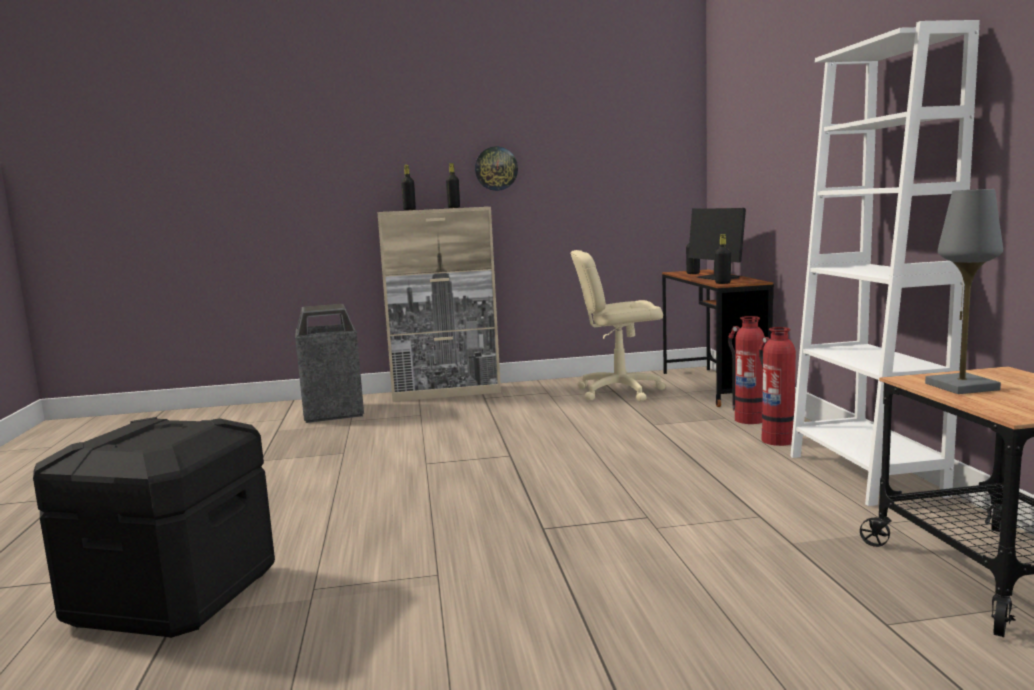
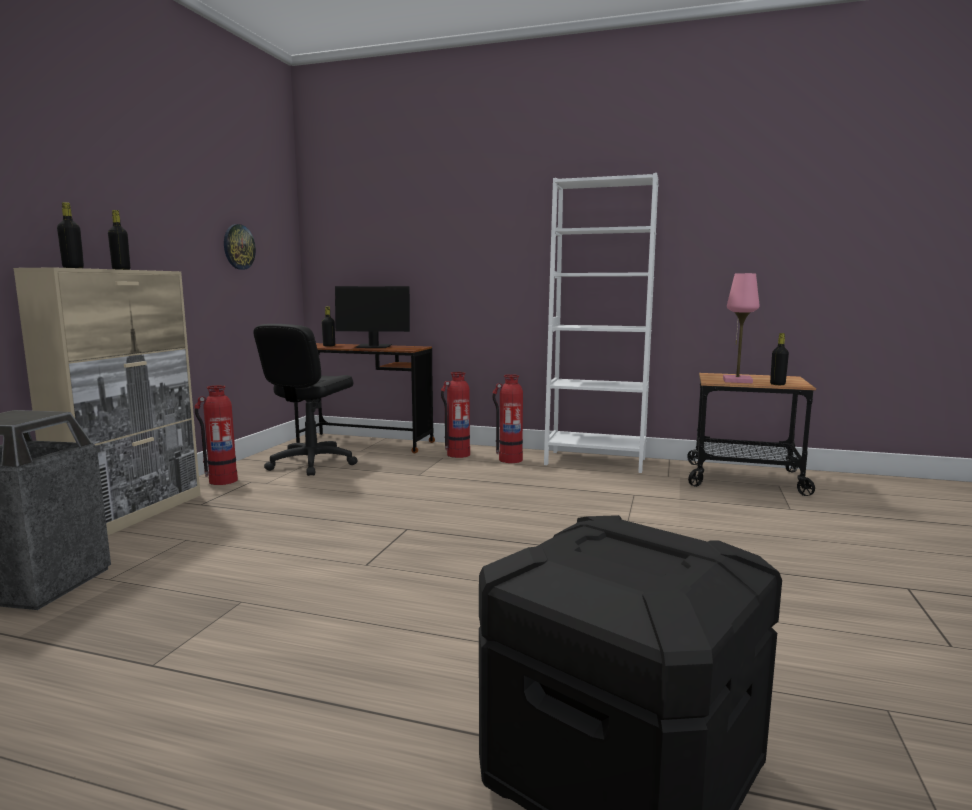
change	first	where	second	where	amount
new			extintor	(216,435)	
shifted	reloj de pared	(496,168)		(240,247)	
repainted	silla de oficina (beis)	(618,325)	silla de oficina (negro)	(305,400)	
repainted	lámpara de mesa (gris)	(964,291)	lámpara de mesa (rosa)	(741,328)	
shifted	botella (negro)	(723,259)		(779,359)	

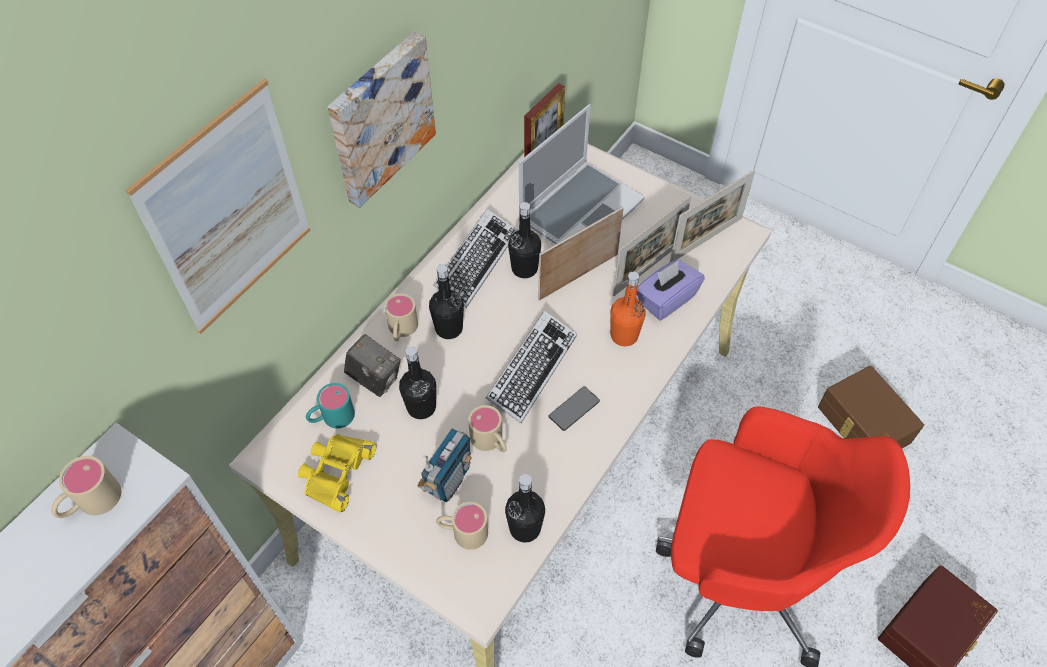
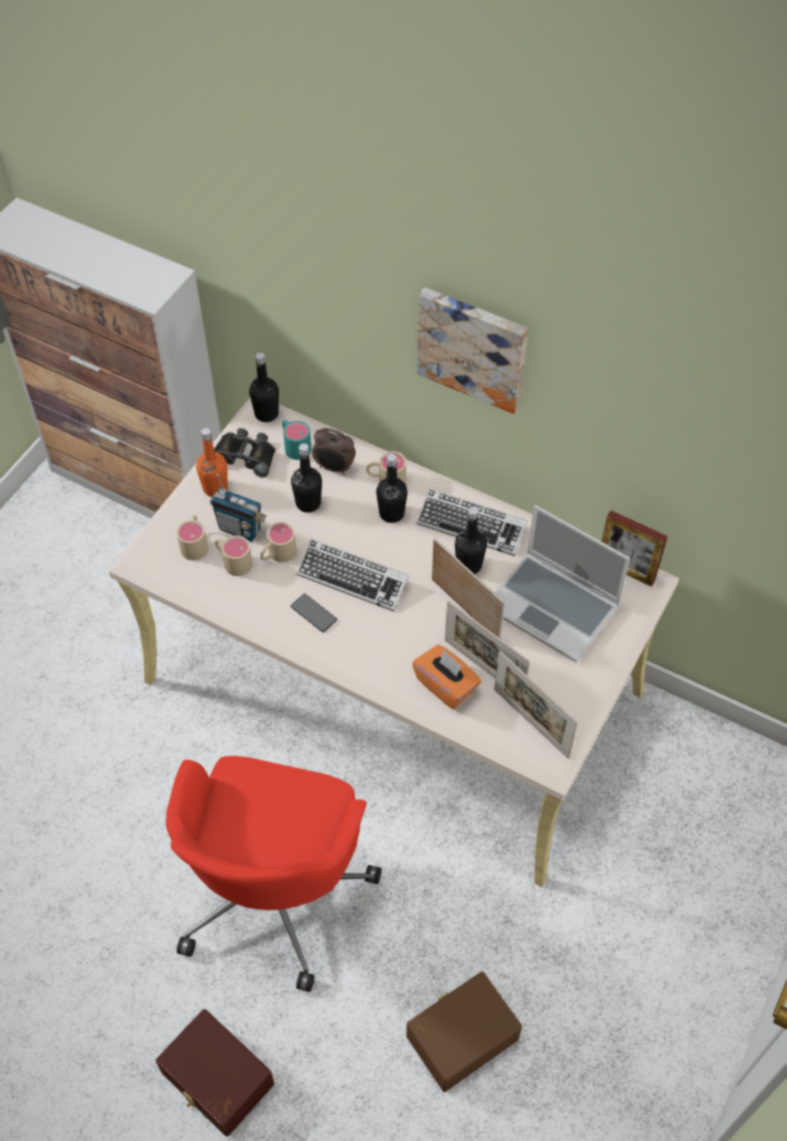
change	first	where	second	where	amount
shifted	botella (naranja)	(627,309)		(212,462)	
repainted	prismáticos (amarillo)	(337,473)	prismáticos (negro)	(245,453)	
shifted	taza grande (beis)	(86,487)		(233,556)	
shifted	botella (negro)	(525,508)		(264,387)	
swapped	cámara	(372,365)	despertador	(334,451)	
repainted	caja de pañuelos (morado)	(671,290)	caja de pañuelos (naranja)	(446,677)	
gone	cuadro	(218,206)			

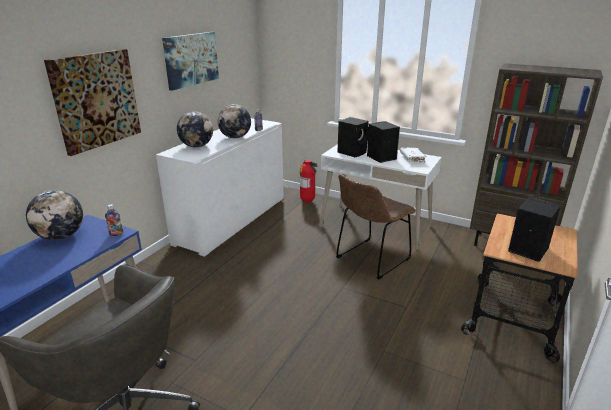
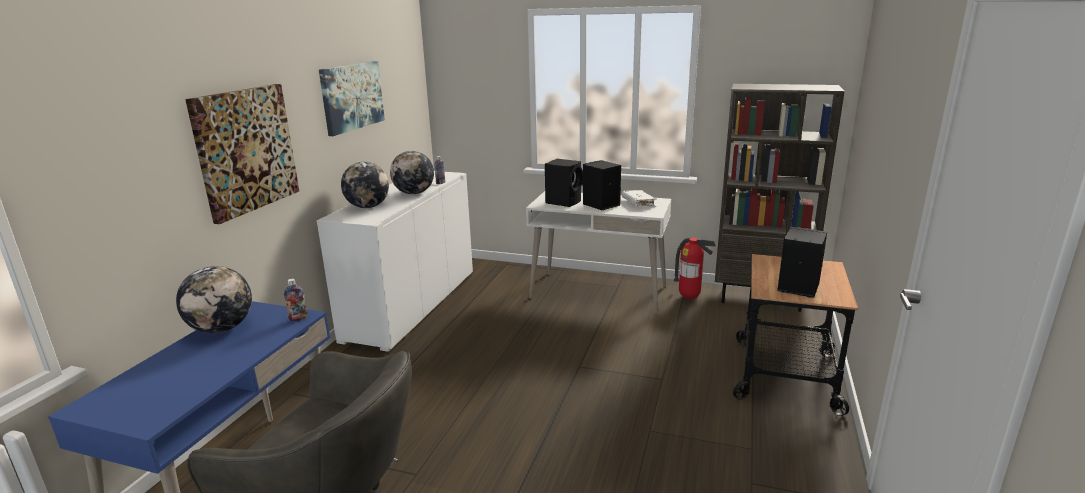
change	first	where	second	where	amount
shifted	extintor	(309,181)		(695,268)	
gone	silla (marrón)	(376,227)			

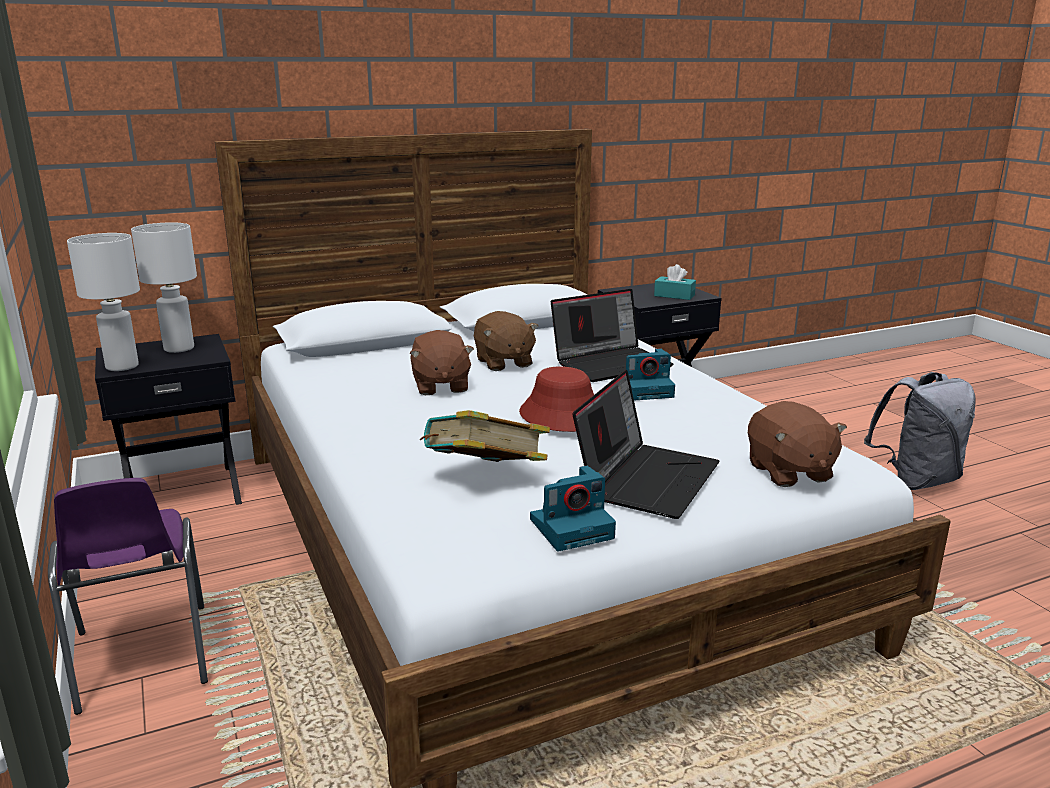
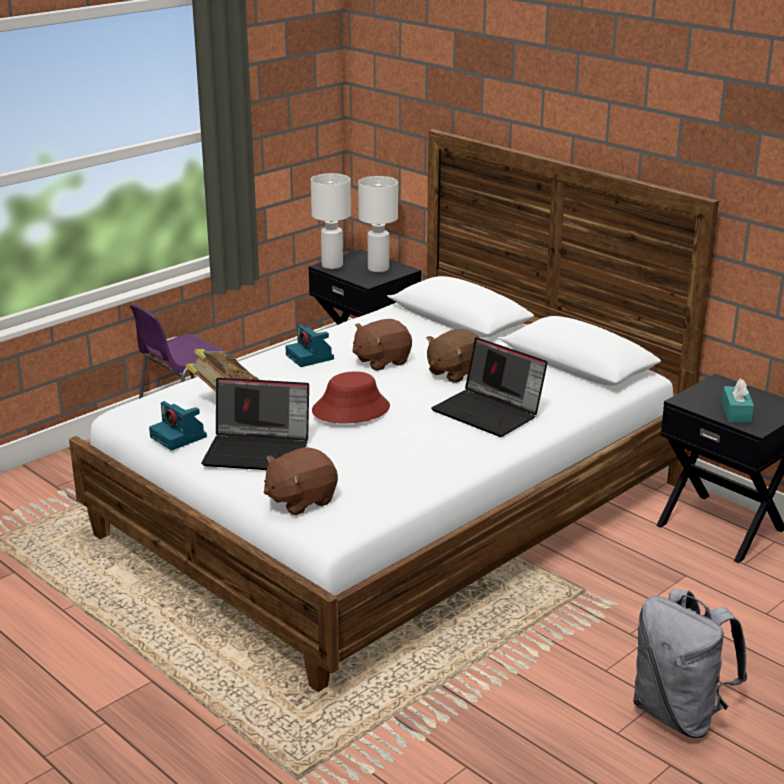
change	first	where	second	where	amount
shifted	cámara	(650,374)		(309,345)	

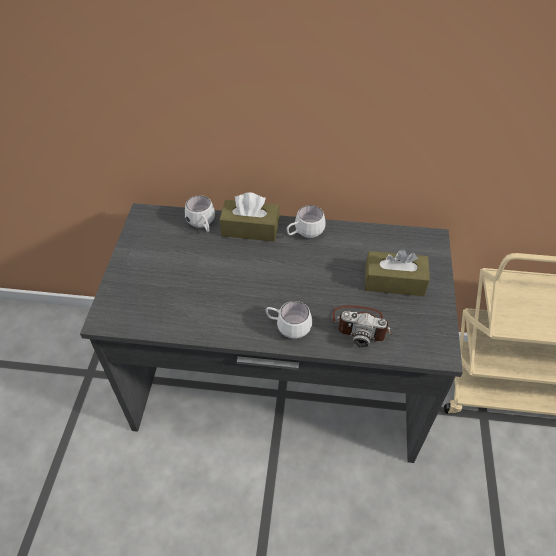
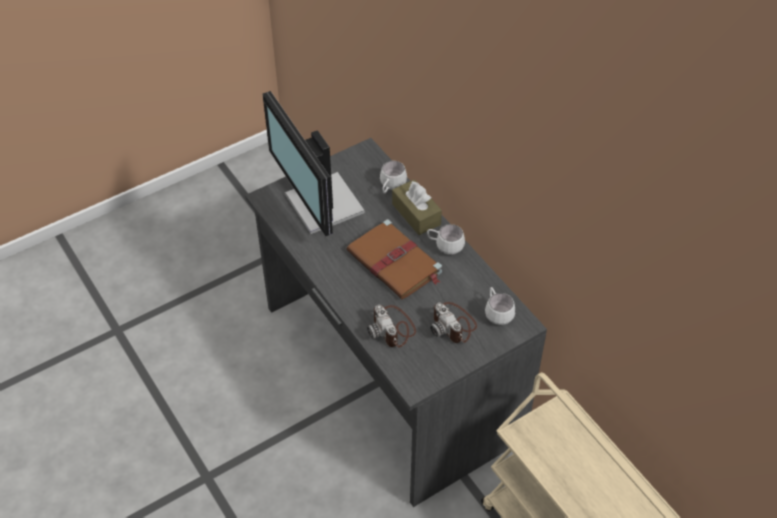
change	first	where	second	where	amount
new			monitor	(314,163)	
new			libro (marrón)	(394,259)	
swapped	caja de pañuelos (marrón)	(397,273)	cámara	(453,322)	
shifted	taza grande (blanco)	(289,319)		(500,306)	

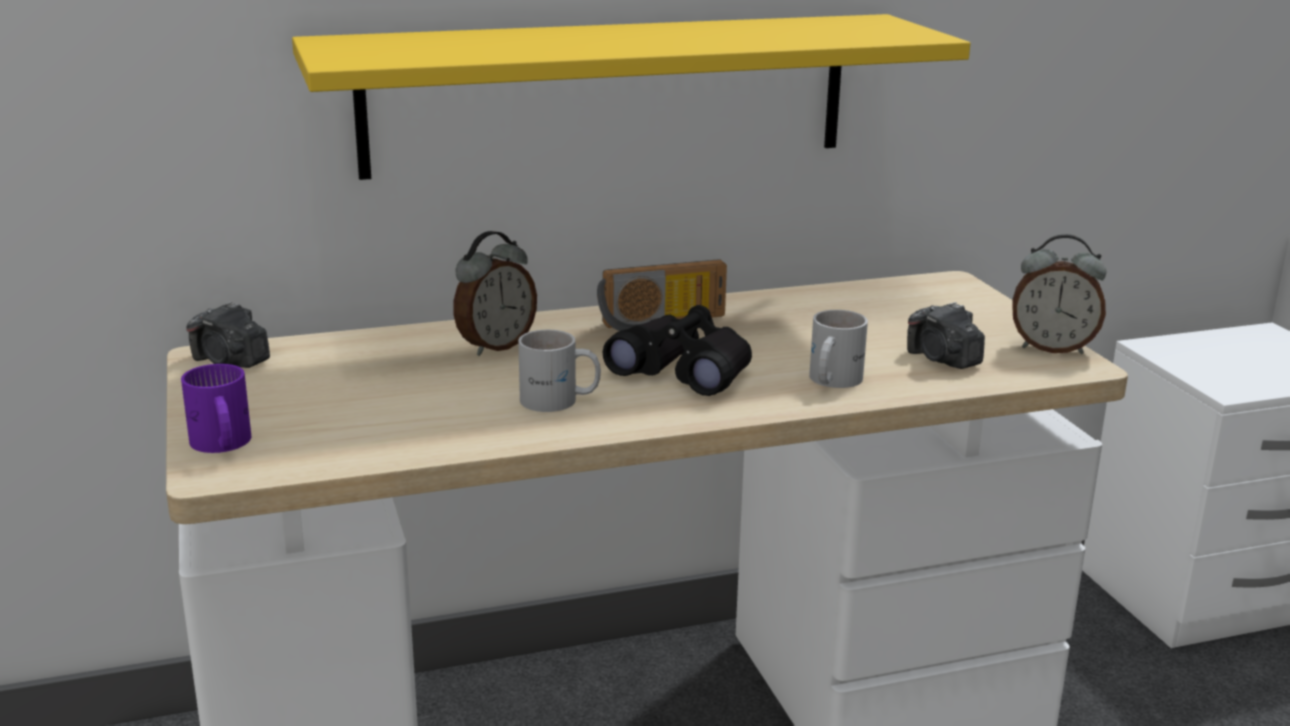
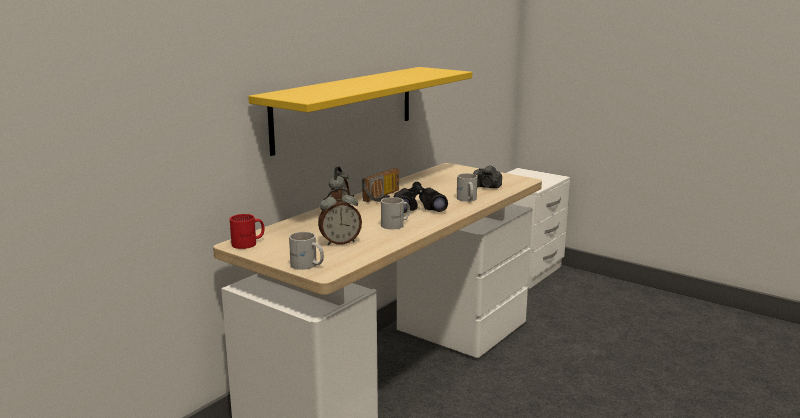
change	first	where	second	where	amount
swapped	cámara	(228,335)	taza grande (rojo)	(247,231)	
repainted	taza grande (morado)	(216,408)	taza grande (blanco)	(306,251)	
shifted	despertador	(1059,294)		(340,216)	

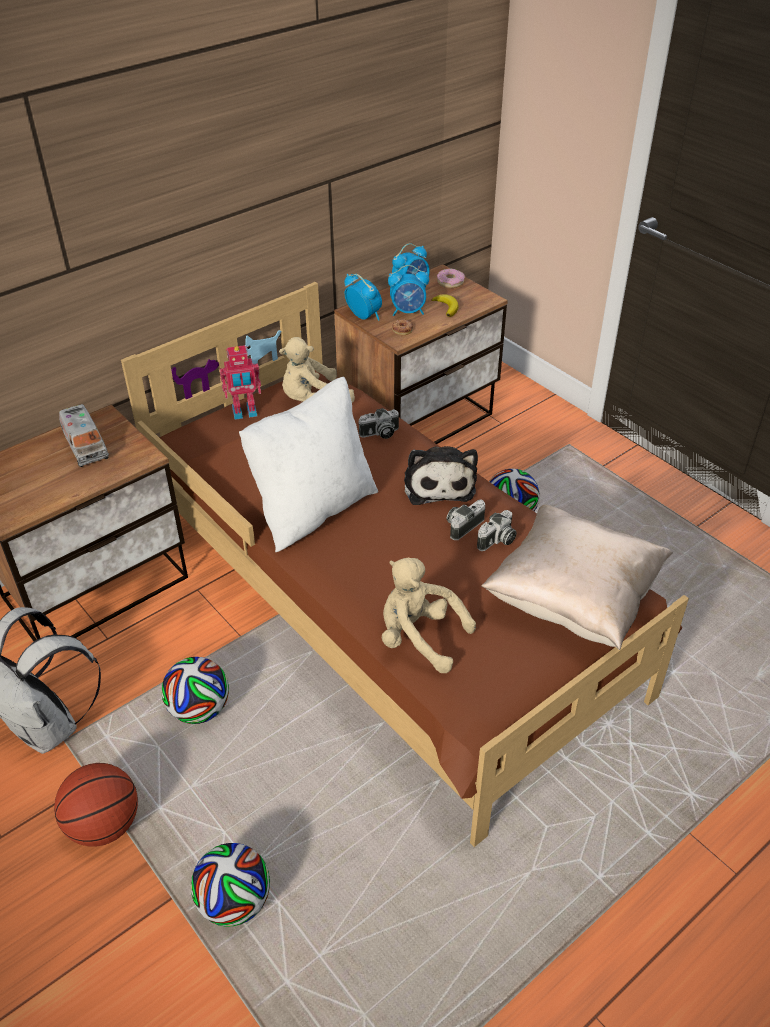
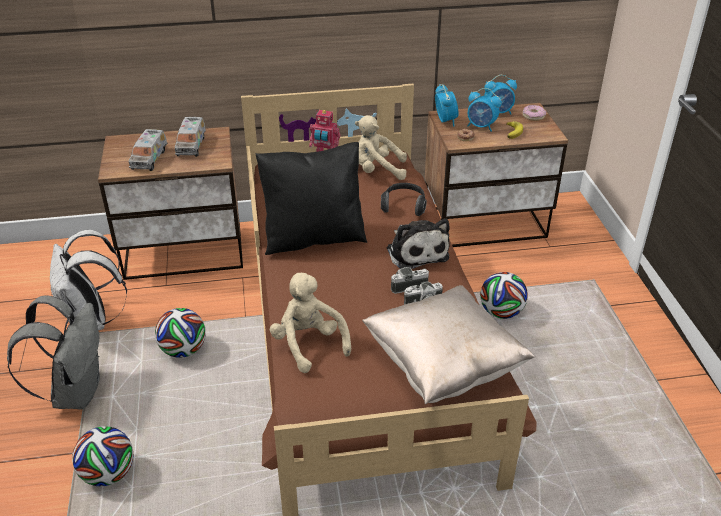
change	first	where	second	where	amount
swapped	balón de baloncesto	(96,805)	mochila (gris)	(53,352)	
new			camión de juguete	(148,150)	
repainted	cojín (blanco)	(308,464)	cojín (negro)	(311,198)	
swapped	cámara	(378,423)	auriculares	(404,199)	
rotated	peluche	(441,475)		(418,243)	45 degrees counterclockwise

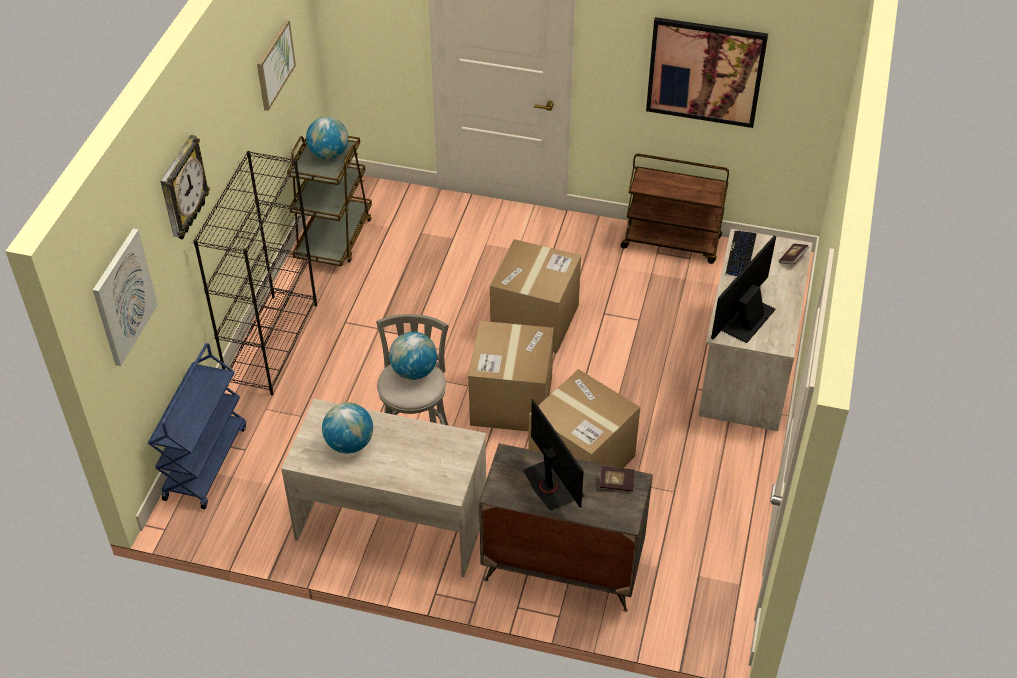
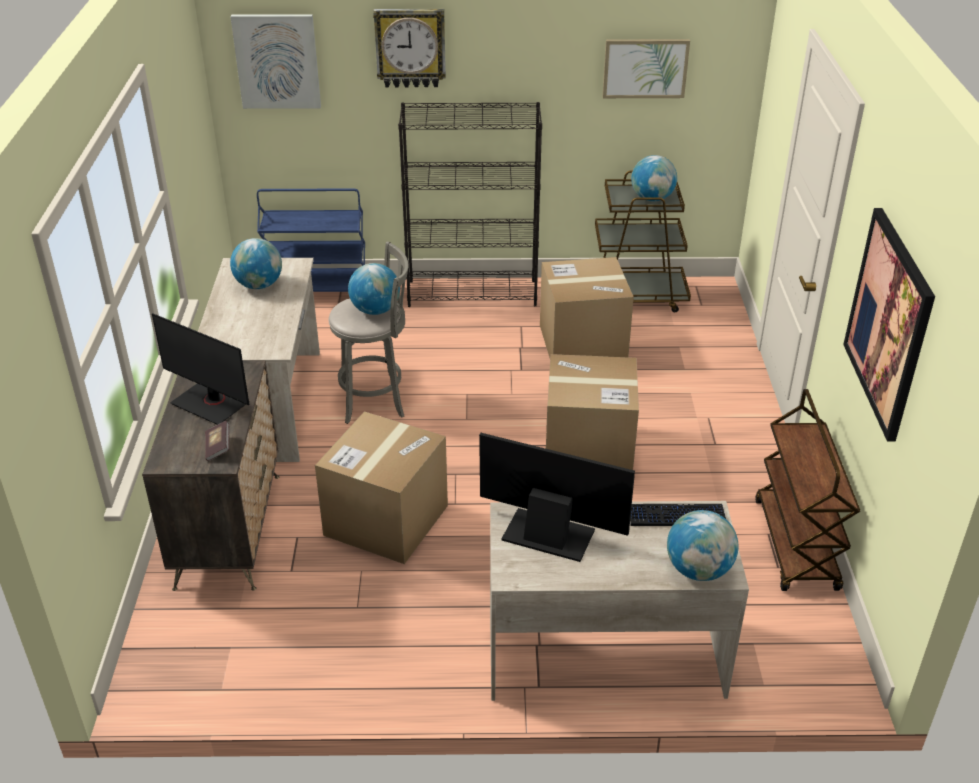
change	first	where	second	where	amount
rotated	monitor	(554,455)		(200,369)	75 degrees clockwise
shifted	caja de cartón	(511,376)		(587,307)	
swapped	libro	(794,254)	globo terráqueo	(702,545)	

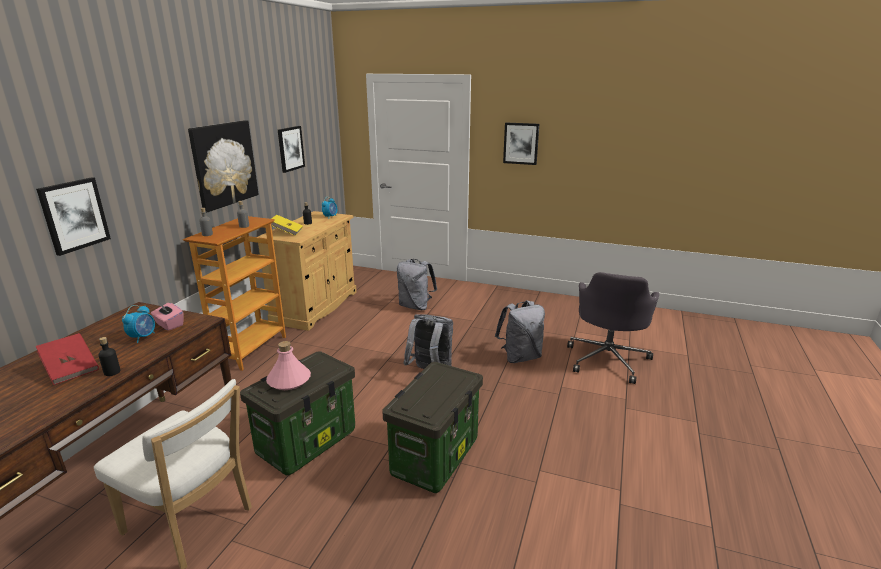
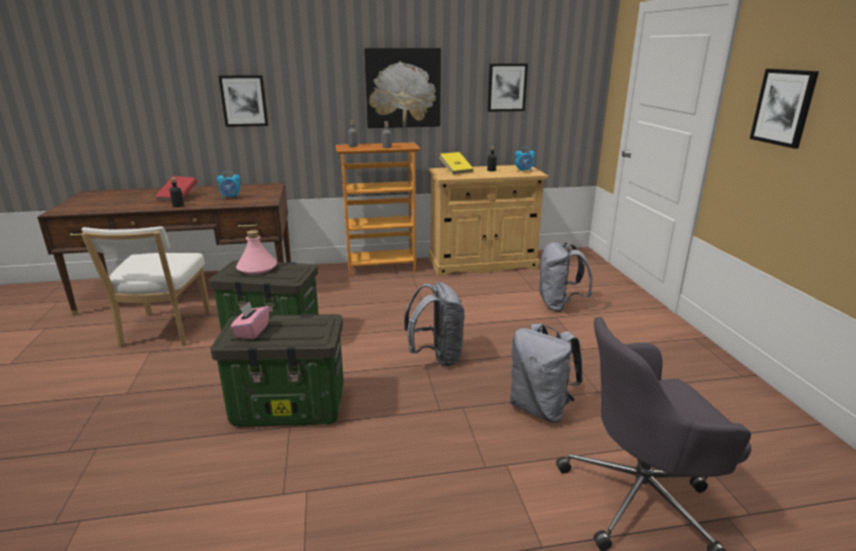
change	first	where	second	where	amount
shifted	caja de pañuelos (rosa)	(167,317)		(250,320)	

